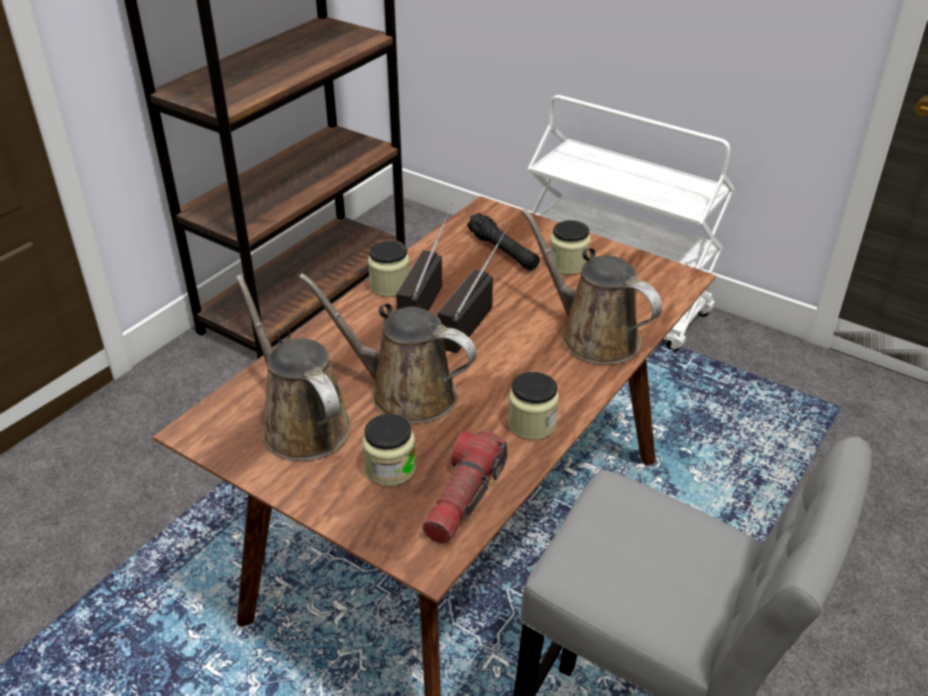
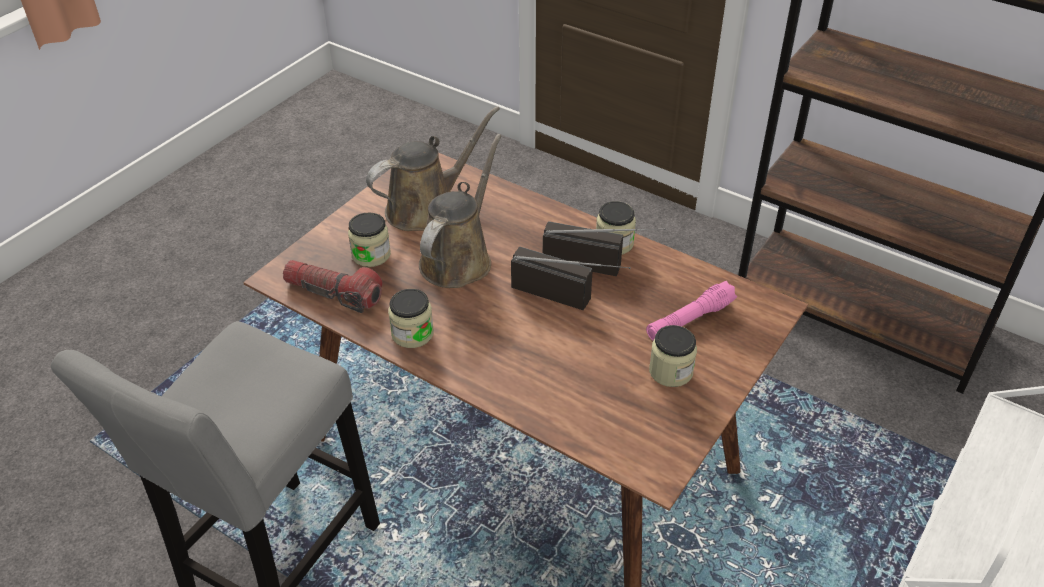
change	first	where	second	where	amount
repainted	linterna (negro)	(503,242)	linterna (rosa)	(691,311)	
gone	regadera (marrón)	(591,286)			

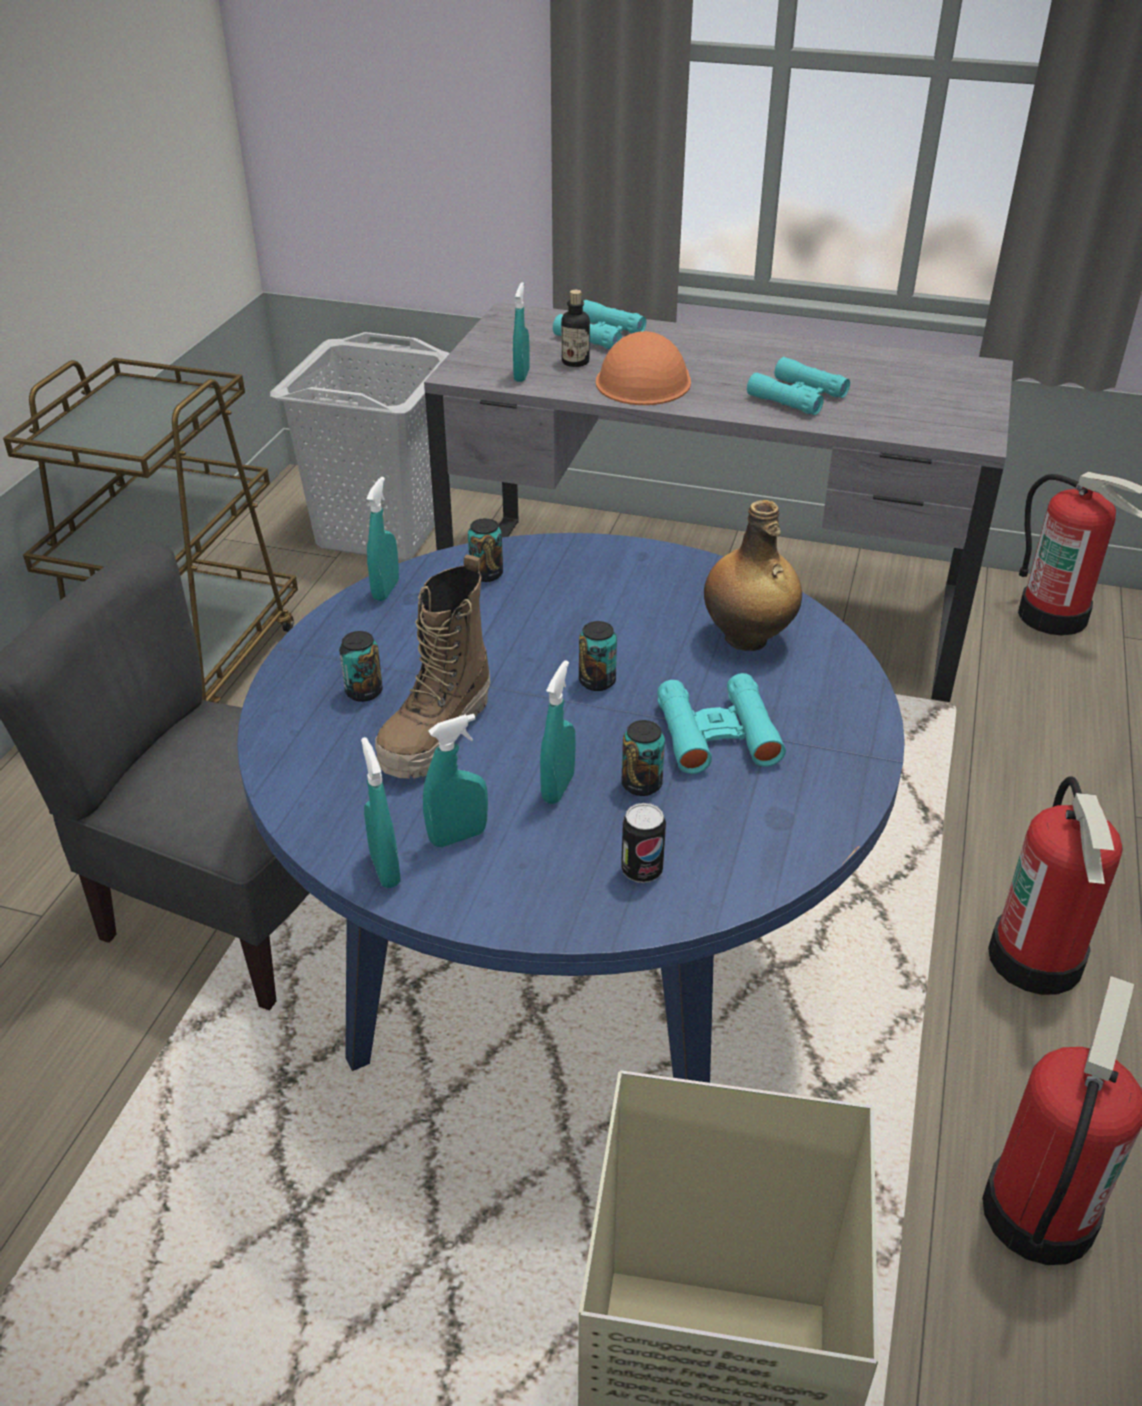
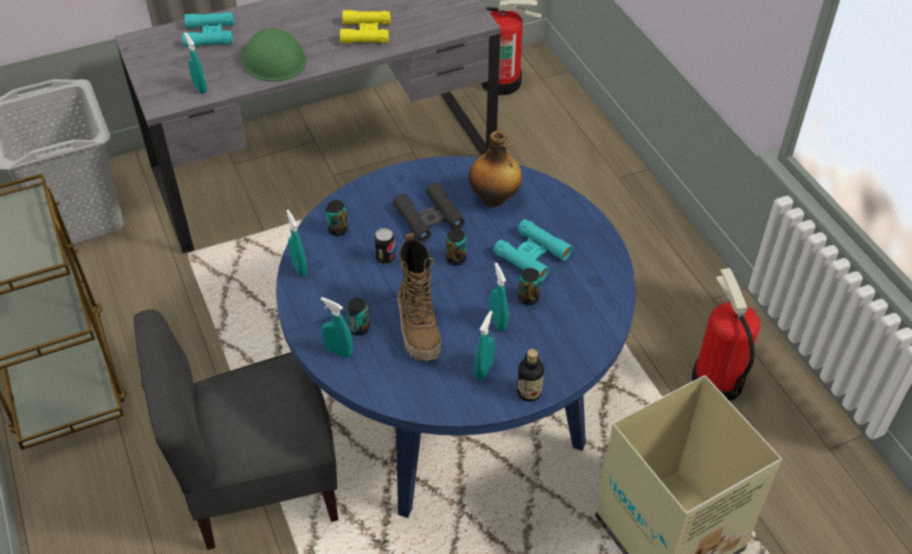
change	first	where	second	where	amount
repainted	casco (naranja)	(643,368)	casco (verde)	(273,55)	
shifted	pulverizador (turquesa)	(381,812)		(337,327)	
repainted	prismáticos (turquesa)	(798,386)	prismáticos (amarillo)	(365,26)	
shifted	lata	(643,843)		(384,246)	
new			prismáticos (negro)	(429,212)	
shifted	botella	(575,328)		(530,375)	
gone	extintor	(1055,885)			

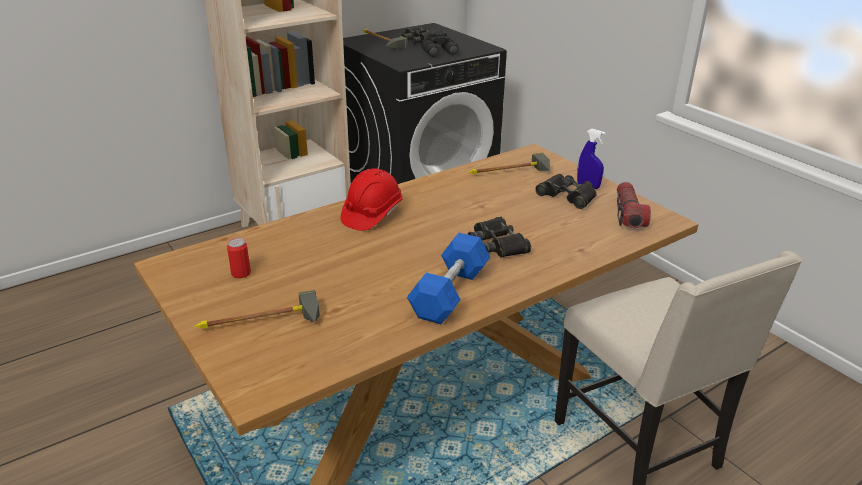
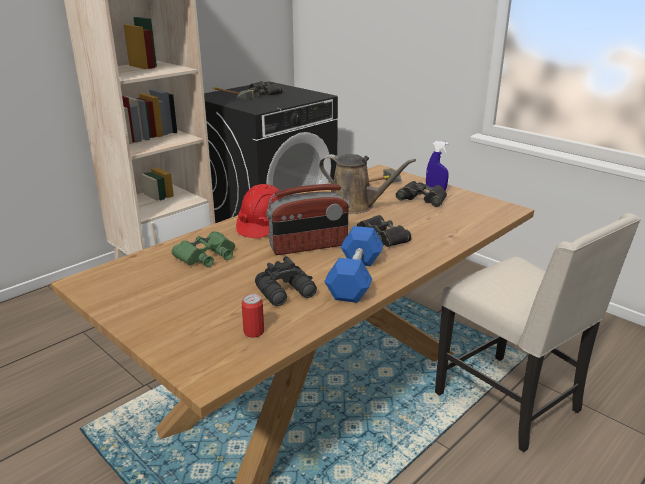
change	first	where	second	where	amount
new			prismáticos (verde)	(203,249)	
shifted	lata	(239,258)		(253,316)	
shifted	prismáticos (negro)	(440,43)		(286,281)	
new			radio	(308,219)	
new			regadera (marrón)	(367,184)	
gone	martillo	(257,309)			
gone	linterna	(634,205)			

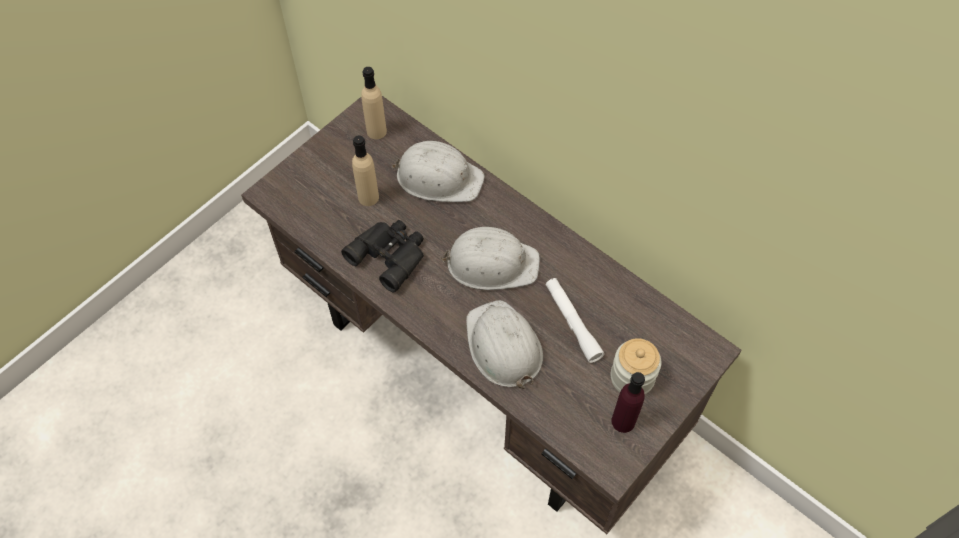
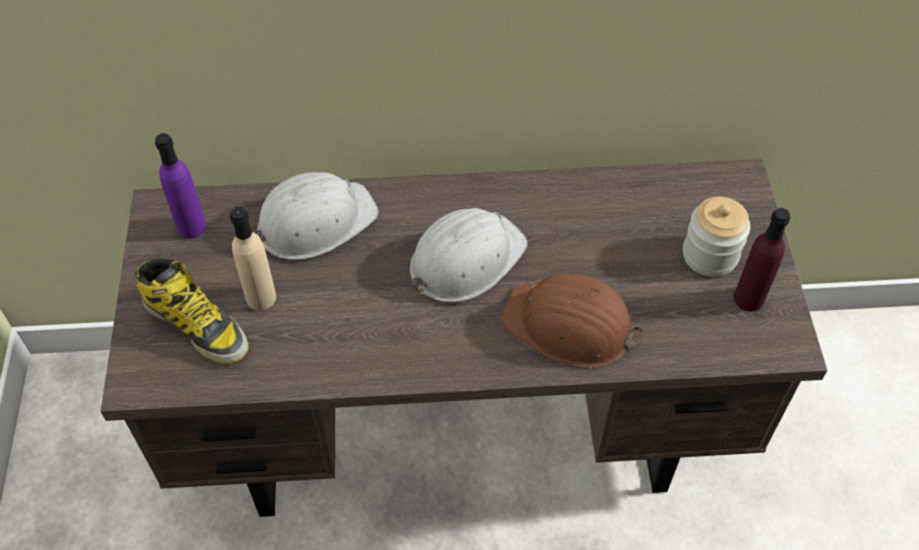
change	first	where	second	where	amount
new			bota	(192,311)	
repainted	botella (beis)	(374,103)	botella (morado)	(180,186)	
repainted	casco (blanco)	(504,344)	casco (marrón)	(572,321)	
gone	prismáticos (negro)	(382,256)			
gone	linterna (blanco)	(574,320)			

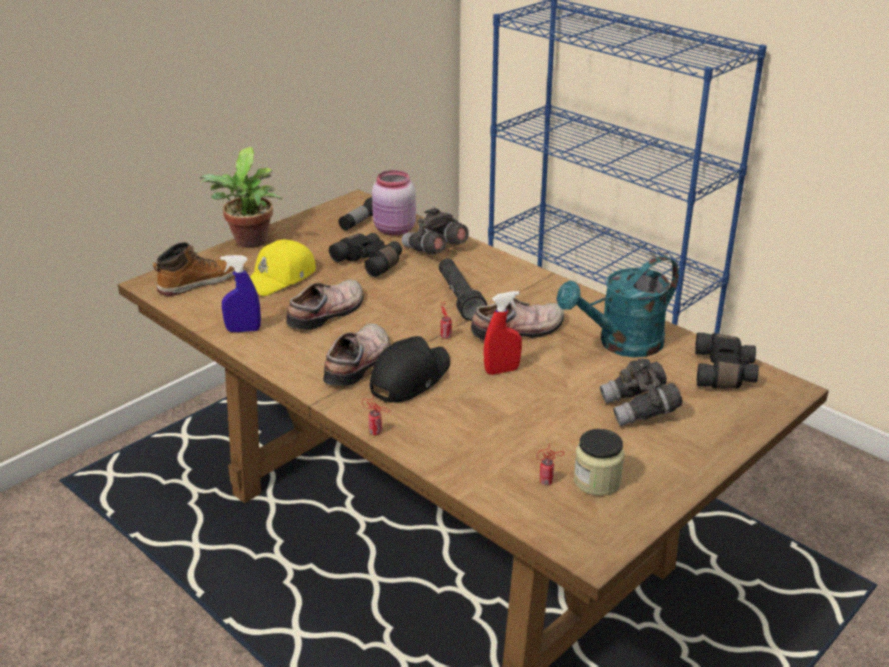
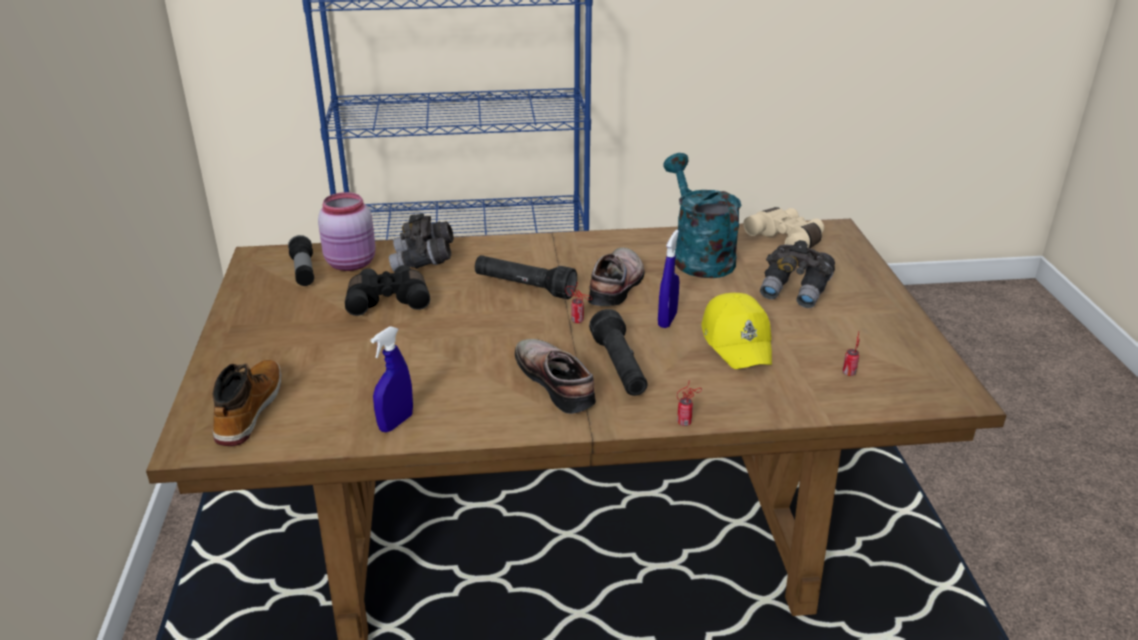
change	first	where	second	where	amount
swapped	gorra (negro)	(410,369)	linterna (negro)	(618,352)	
repainted	pulverizador (rojo)	(503,333)	pulverizador (azul)	(668,279)	
rotated	regadera (turquesa)	(617,306)		(702,215)	150 degrees clockwise
shifted	gorra (amarillo)	(283,268)		(736,331)	
repainted	prismáticos (negro)	(727,360)	prismáticos (beis)	(783,227)	
gone	planta en maceta	(241,197)			
gone	zapato	(324,304)			
gone	tarro	(599,462)			

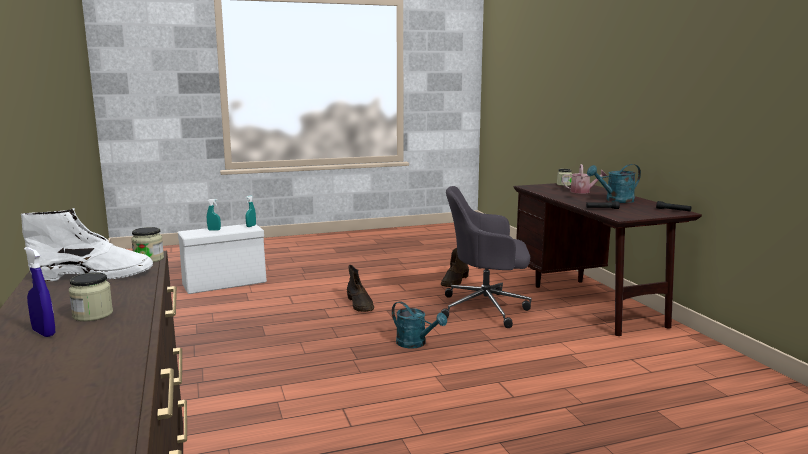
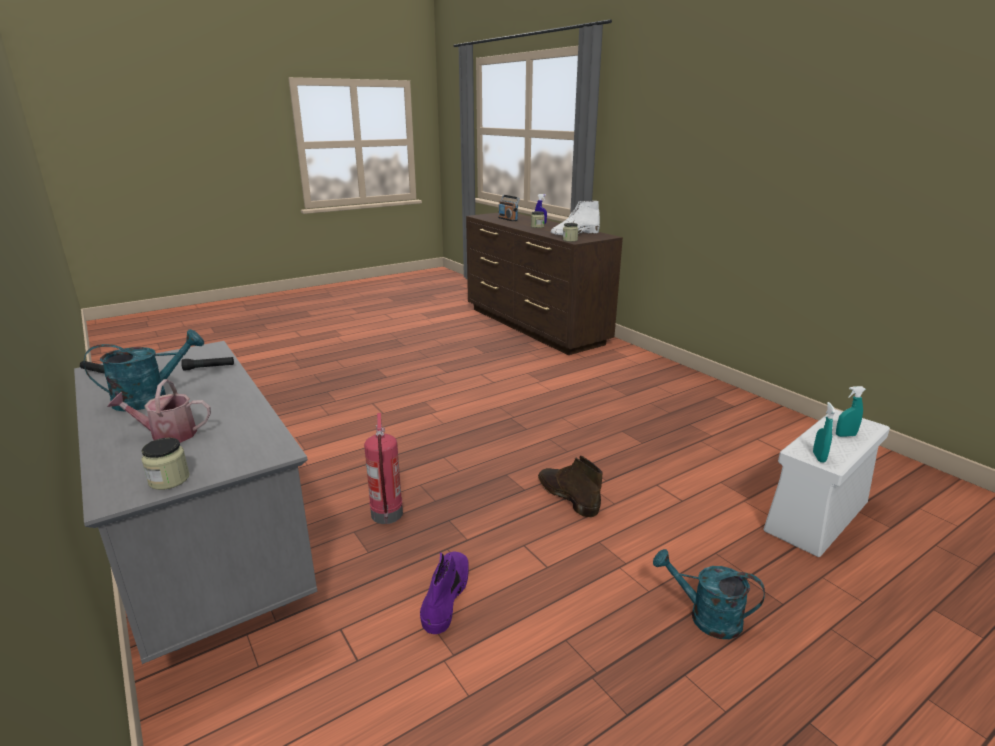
change	first	where	second	where	amount
repainted	escritorio (marrón)	(607,259)	escritorio (gris)	(195,502)	
swapped	silla de oficina (gris)	(486,257)	extintor	(383,468)	
repainted	bota (marrón)	(455,267)	bota (morado)	(444,592)	
new			radio	(509,208)	
shifted	regadera (turquesa)	(419,324)		(709,594)	

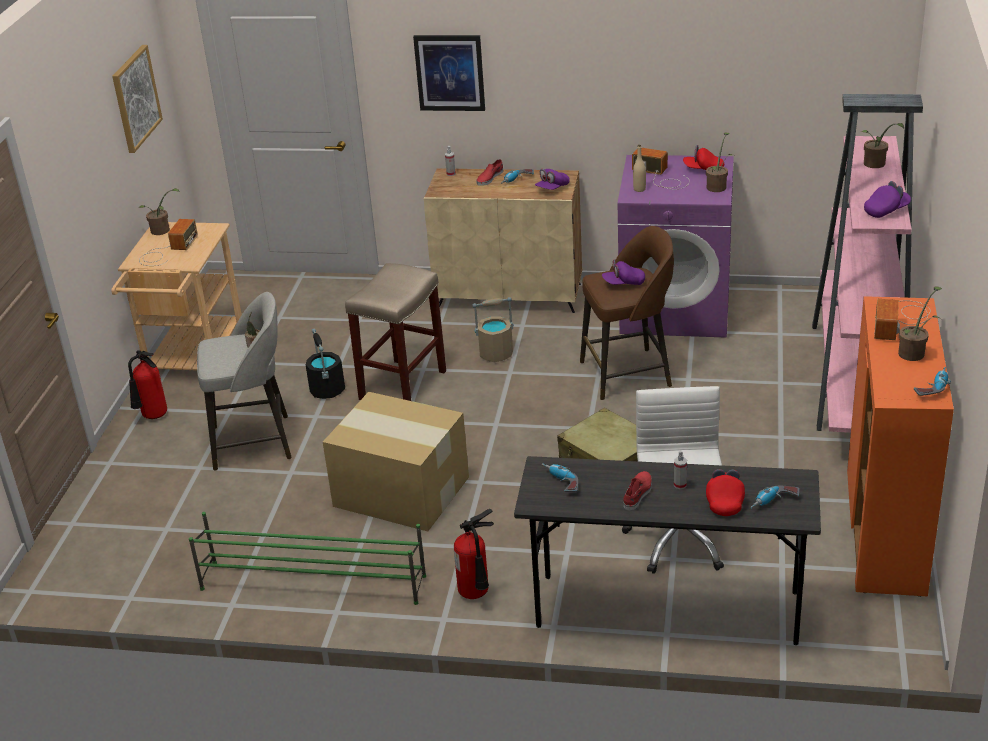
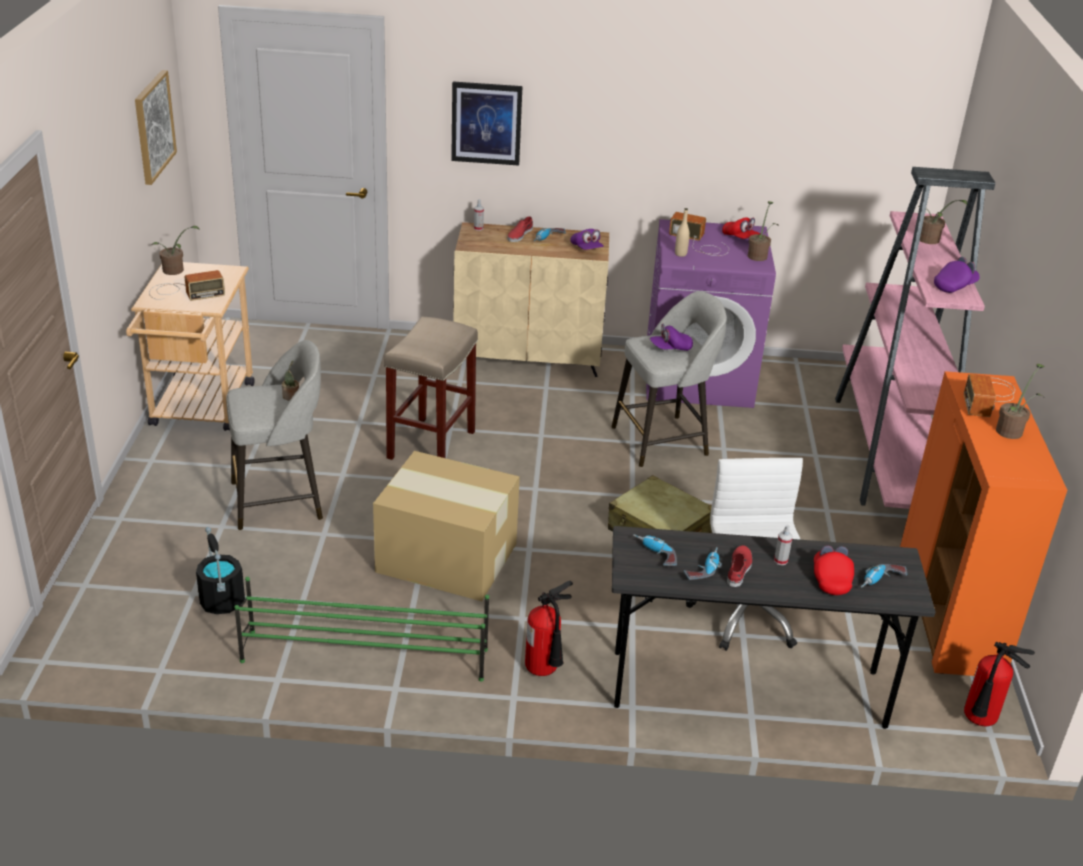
change	first	where	second	where	amount
rotated	radio	(168,242)		(187,285)	60 degrees clockwise
shifted	cubo (negro)	(325,364)		(220,570)	
rotated	gorra (morado)	(552,179)		(587,239)	60 degrees counterclockwise
repainted	taburete (marrón)	(627,313)	taburete (gris)	(669,379)	
shifted	taladro	(932,381)		(703,563)	
rotated	gorra (rojo)	(703,157)		(741,228)	135 degrees counterclockwise
shifted	extintor	(147,384)		(999,684)	
gone	cubo (beis)	(493,329)			

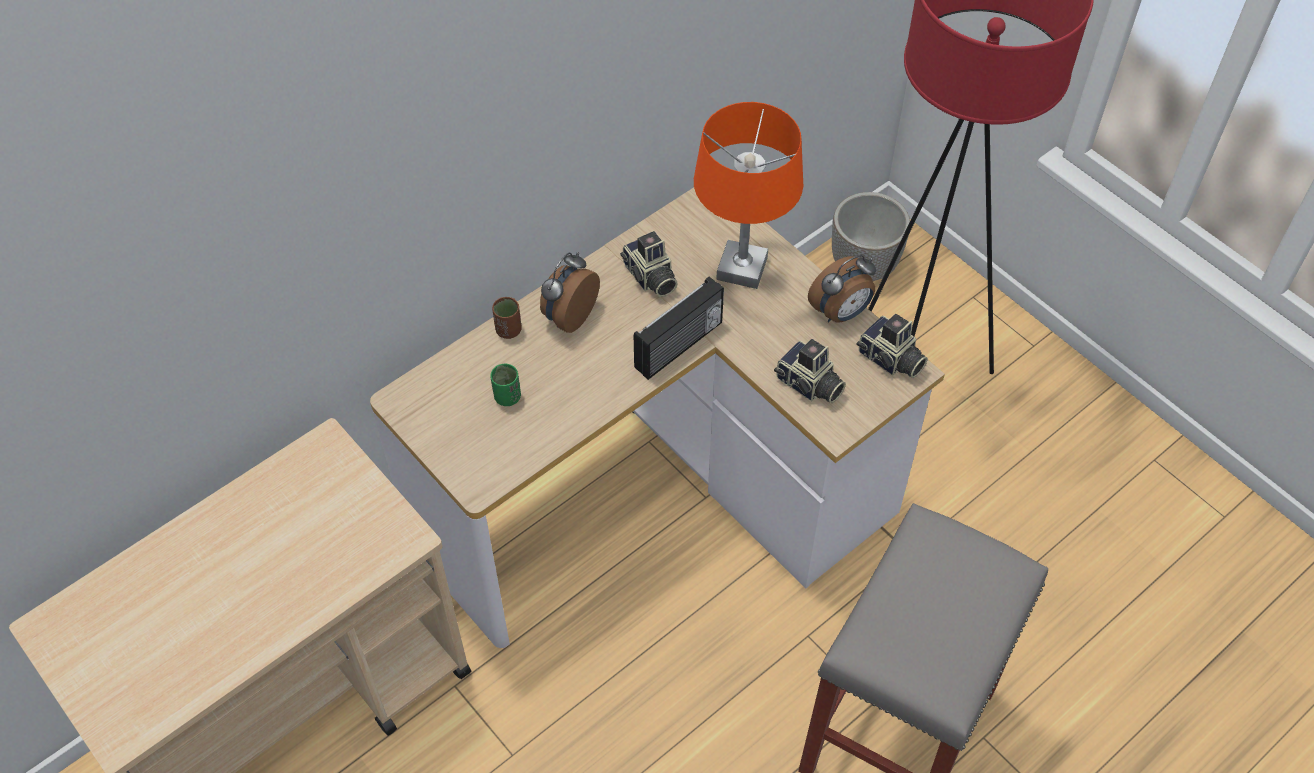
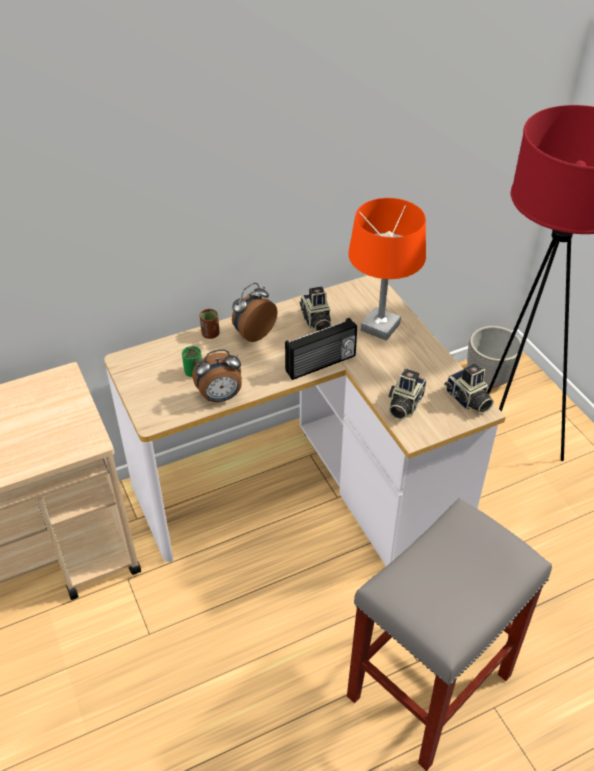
change	first	where	second	where	amount
shifted	despertador	(842,289)		(217,375)	
rotated	cámara	(810,371)		(407,394)	60 degrees clockwise

